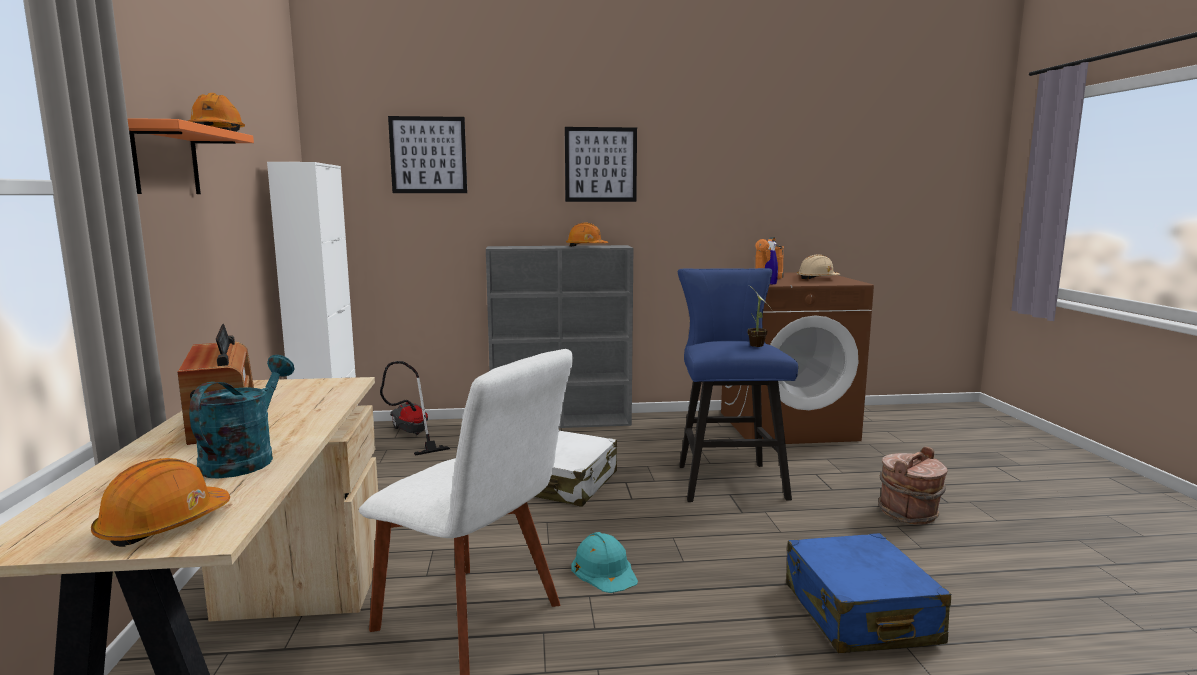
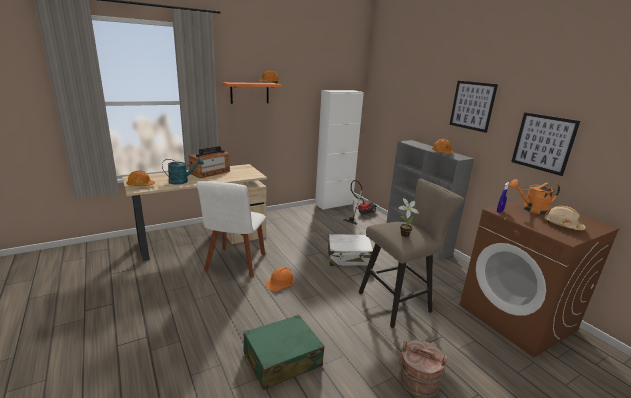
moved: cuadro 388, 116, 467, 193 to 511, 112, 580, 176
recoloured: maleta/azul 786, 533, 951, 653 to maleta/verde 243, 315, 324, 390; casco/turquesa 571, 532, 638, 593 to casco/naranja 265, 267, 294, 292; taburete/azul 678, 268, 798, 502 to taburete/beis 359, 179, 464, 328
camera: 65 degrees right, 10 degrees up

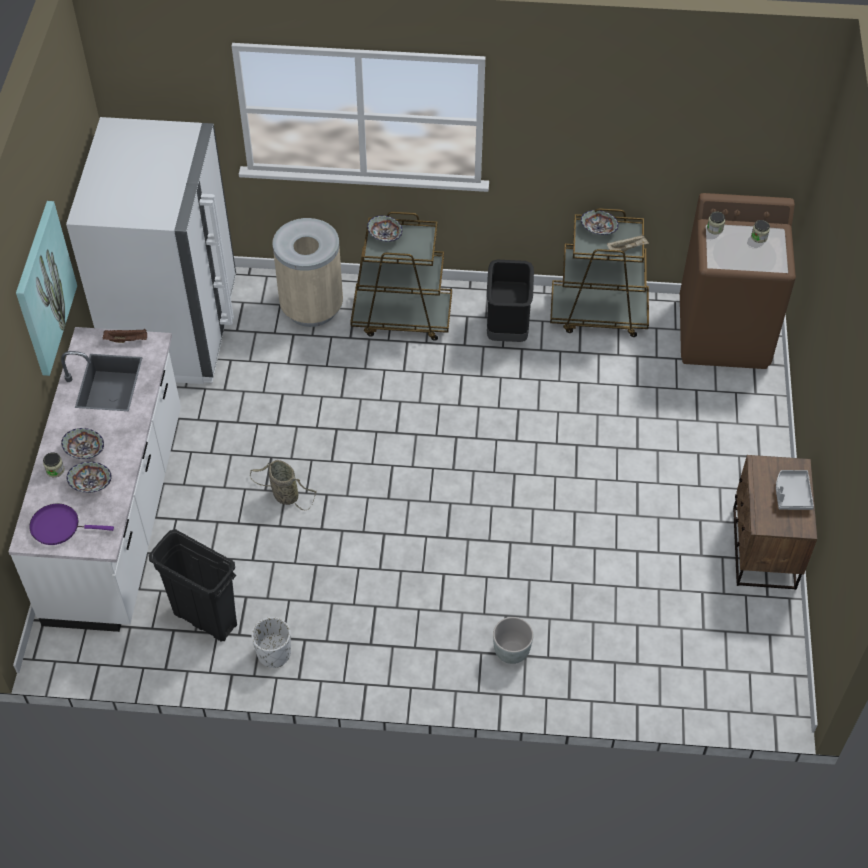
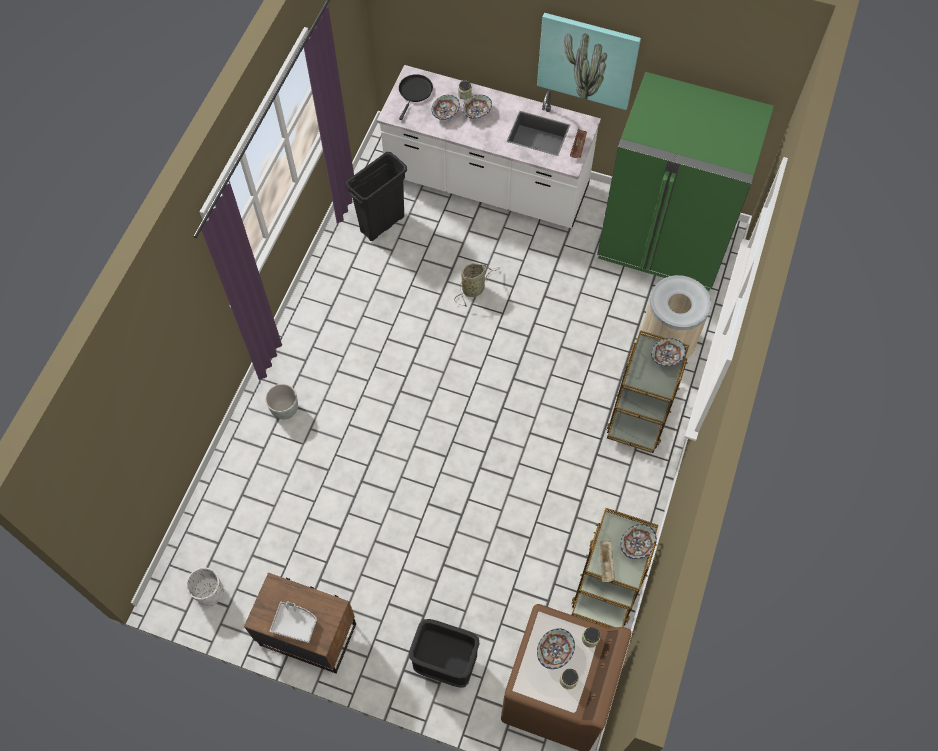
added: cuenco 537, 628, 575, 669
moved: maceta/blanco 251, 617, 291, 668 to 186, 567, 224, 606; papelera/negro 487, 260, 534, 342 to 409, 619, 479, 688
recoloured: sartén/morado 29, 504, 114, 545 to sartén/negro 399, 74, 433, 120; nevera/blanco 66, 117, 236, 384 to nevera/verde 597, 72, 774, 291
camera: 105 degrees right, 10 degrees up

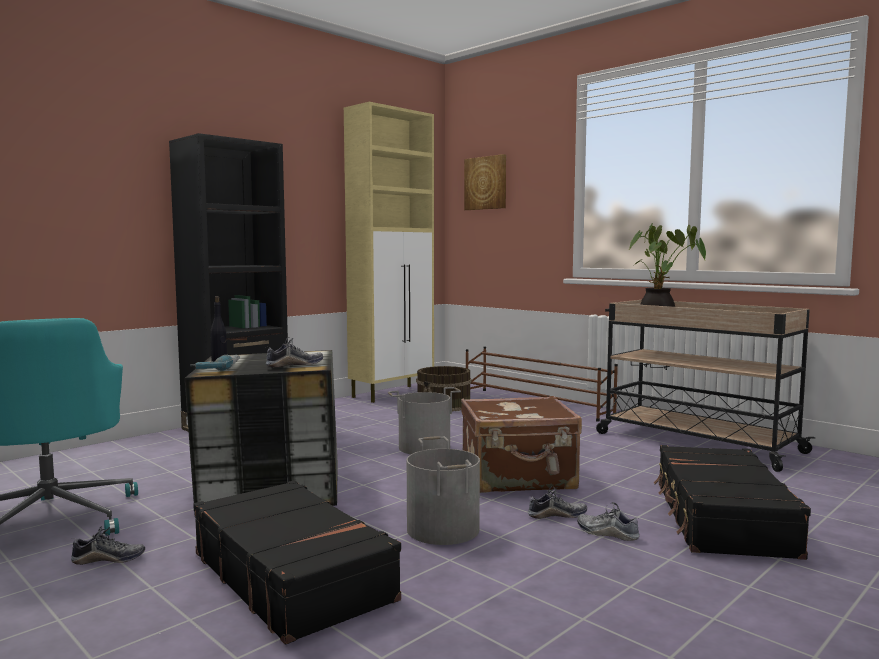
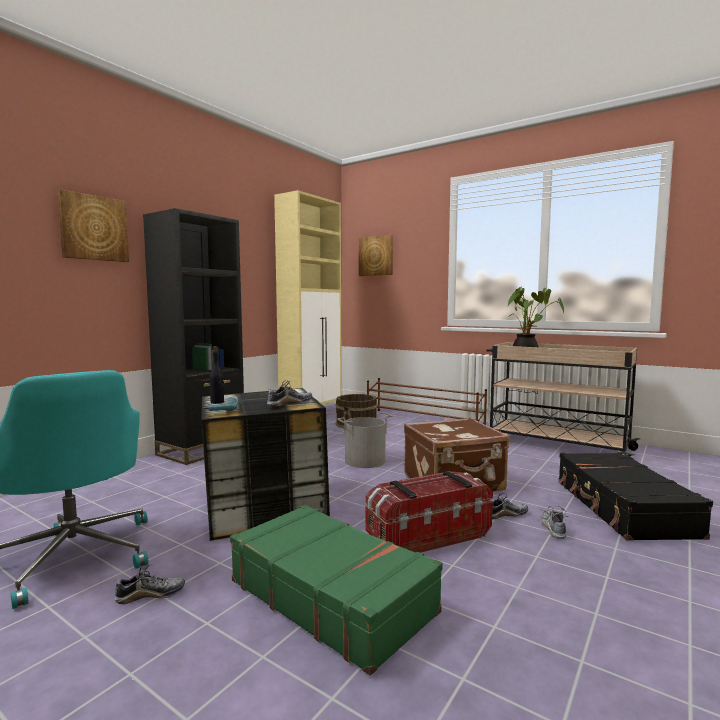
added: cuadro 58, 189, 129, 262
replaced: cubo/gris 407, 436, 480, 545 to caja de almacenaje 366, 471, 493, 553
recoloured: maleta/negro 193, 480, 401, 645 to maleta/verde 230, 505, 443, 676
turned: zapato 577, 502, 640, 541 = 541, 506, 568, 539 75 degrees clockwise
camera: 10 degrees left, 0 degrees up

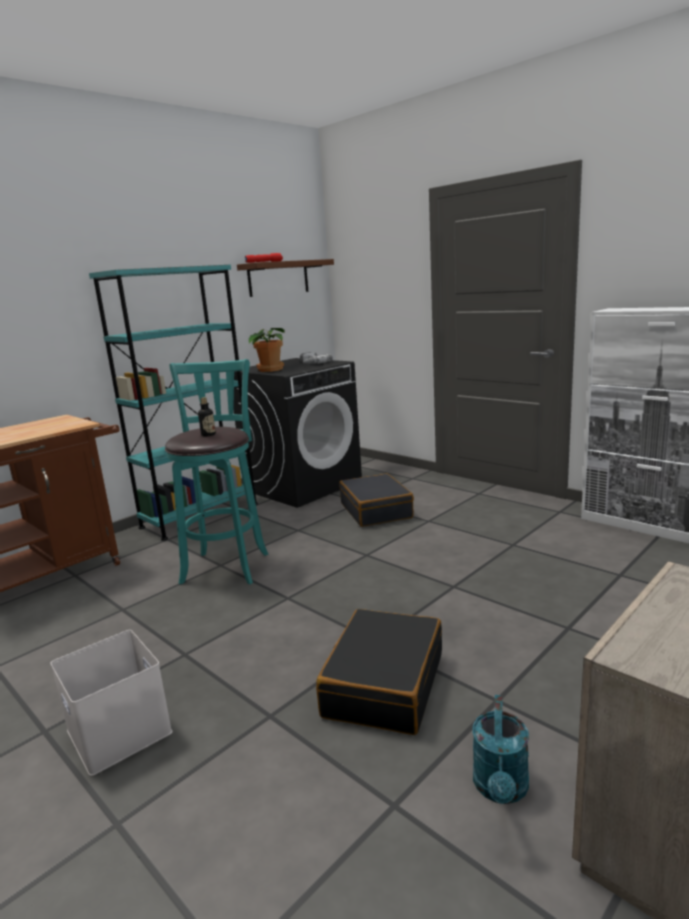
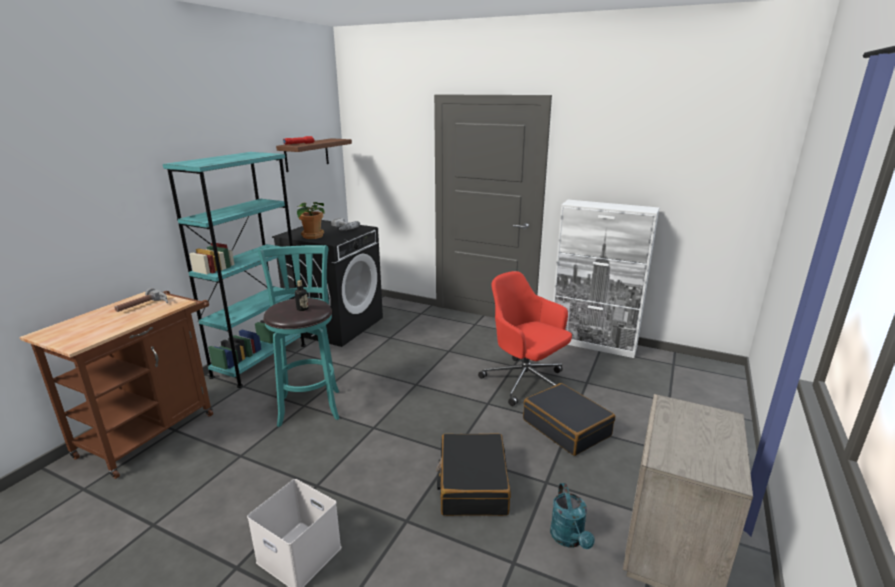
added: martillo 114, 288, 168, 312; silla de oficina/rojo 478, 271, 572, 406
moved: maleta/negro 339, 473, 414, 527 to 523, 383, 615, 456
camera: 20 degrees left, 5 degrees up

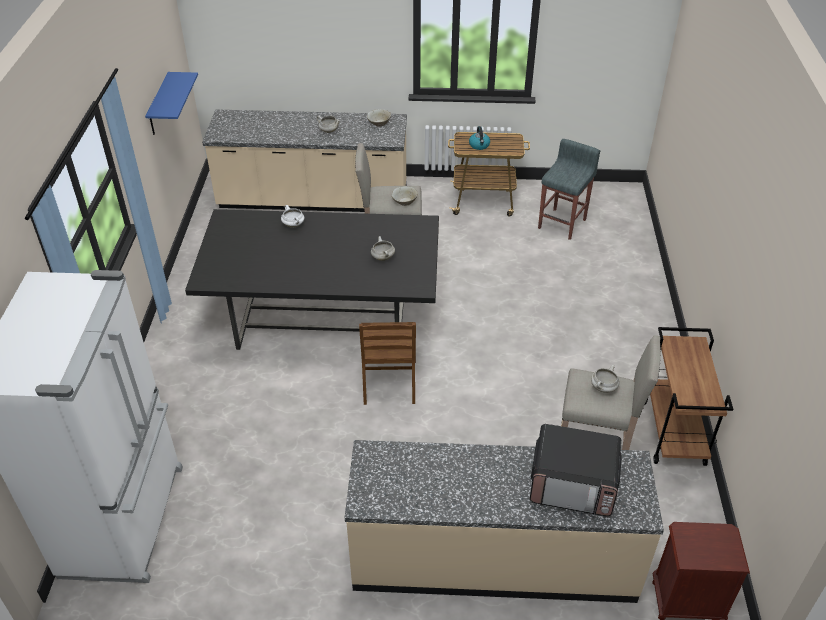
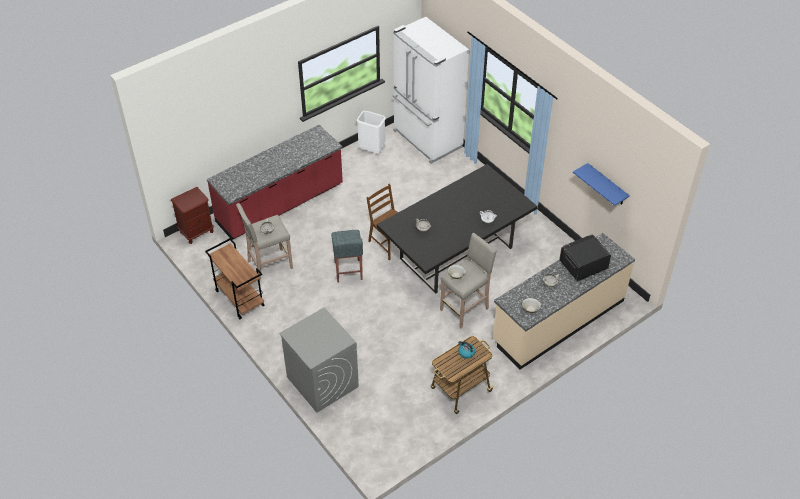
added: lavadora/gris 279, 308, 359, 413; papelera/blanco 357, 111, 386, 153
moved: taburete/gris 538, 139, 600, 240 to 331, 230, 363, 282; microondas 530, 424, 622, 516 to 559, 234, 611, 281
recoloured: mueble bajo de cocina/beis 345, 440, 664, 603 to mueble bajo de cocina/rojo 207, 125, 343, 240
camera: 140 degrees right, 5 degrees up

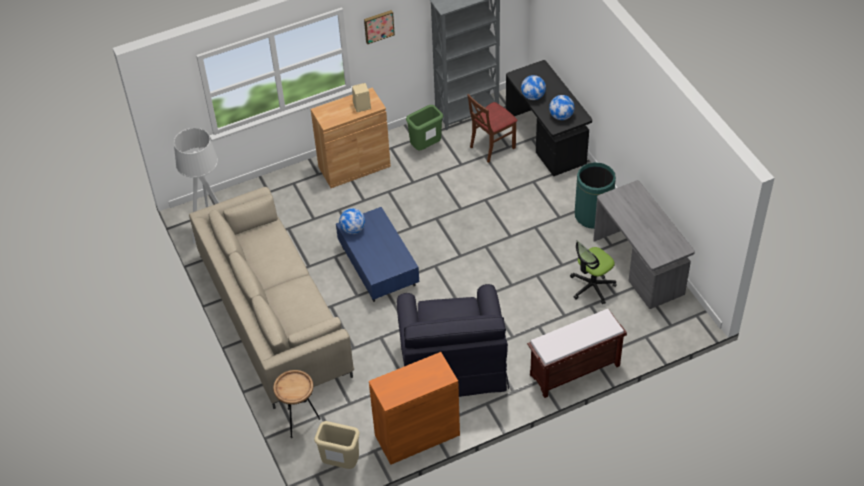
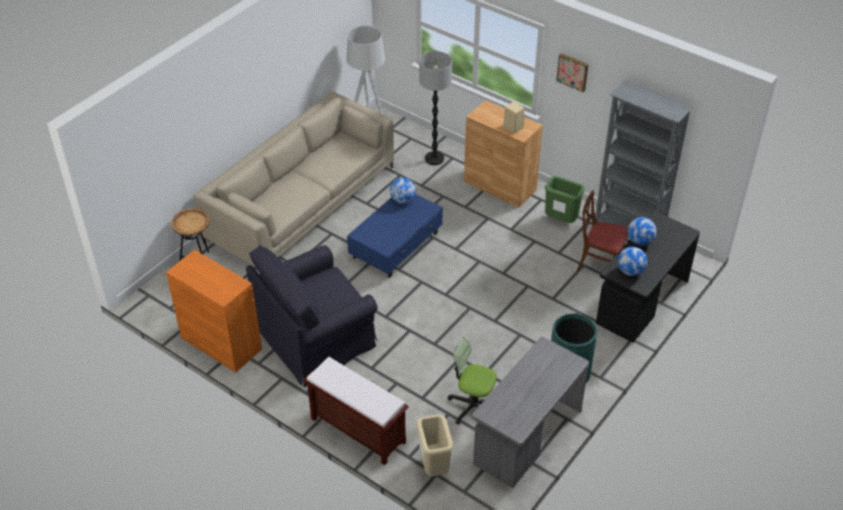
added: lámpara de pie 419, 51, 452, 165
moved: papelera/beis 314, 421, 360, 469 to 416, 415, 454, 476
camera: 60 degrees right, 5 degrees down

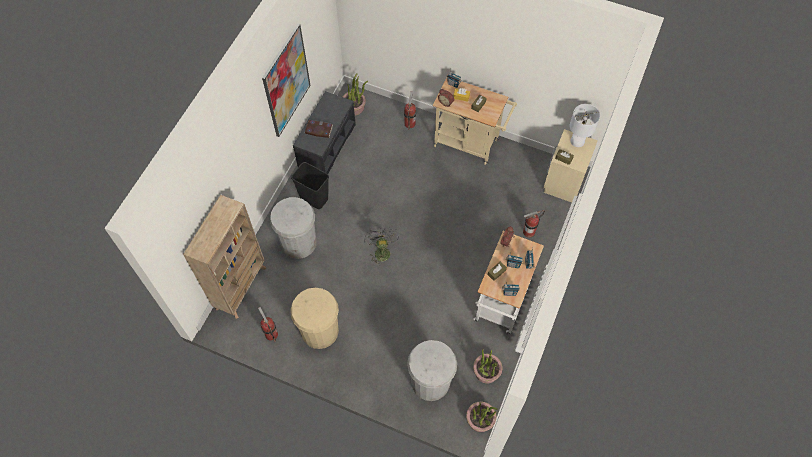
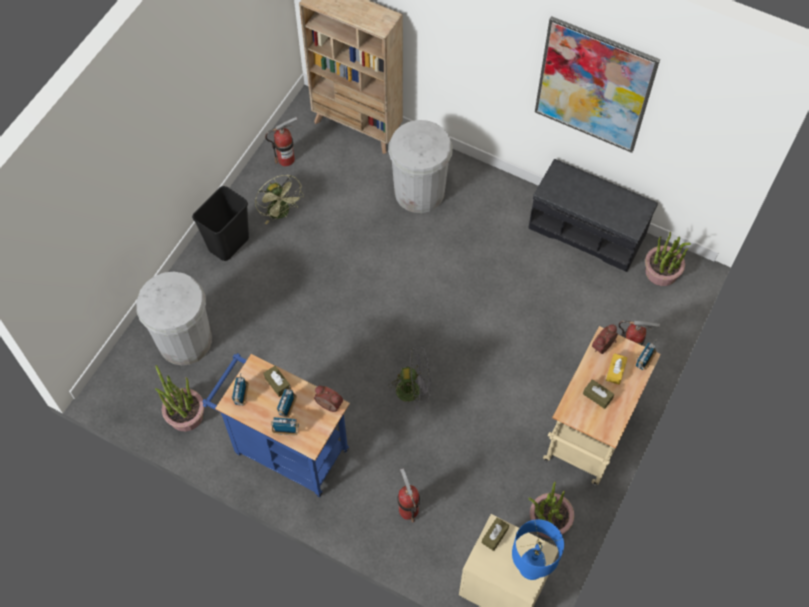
removed: libro 305, 120, 333, 138
moved: papelera/negro 291, 162, 329, 209 to 192, 186, 249, 261; ventilador/gris 364, 228, 399, 266 to 388, 347, 431, 410; planta en maceta 466, 401, 497, 432 to 528, 482, 574, 538
replaced: papelera/beis 290, 288, 339, 349 to ventilador/verde 255, 175, 304, 225
recoloured: carrito/blanco 473, 231, 544, 335 to carrito/azul 202, 353, 350, 497; lámpara de mesa/blanco 570, 104, 600, 147 to lámpara de mesa/azul 512, 519, 564, 580
camera: 95 degrees right, 0 degrees up

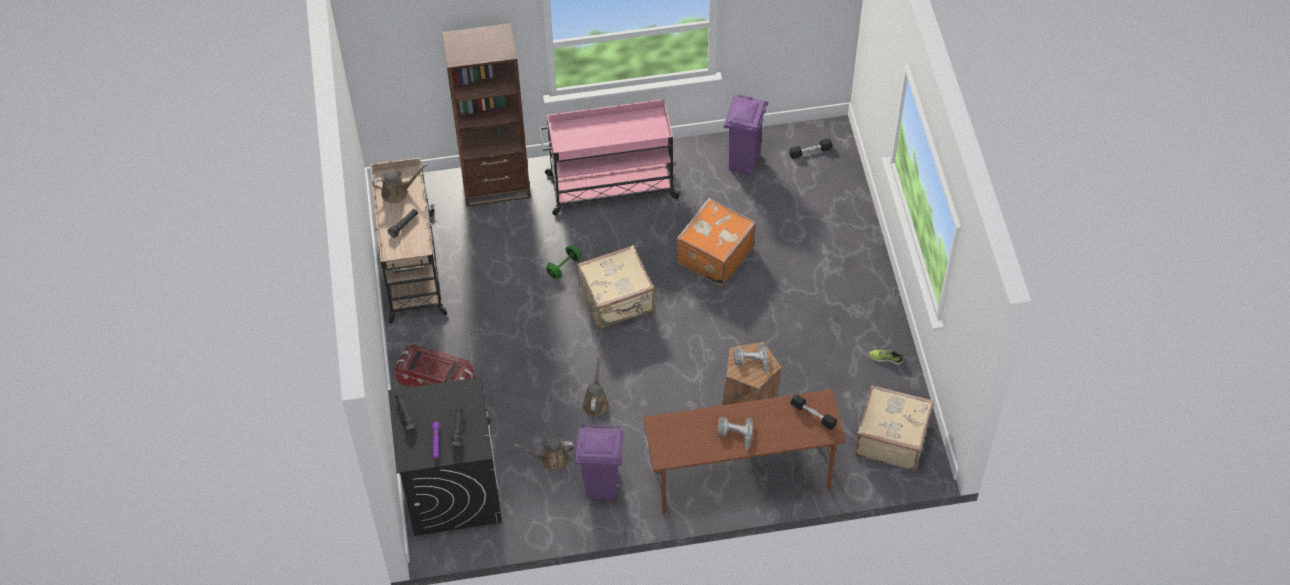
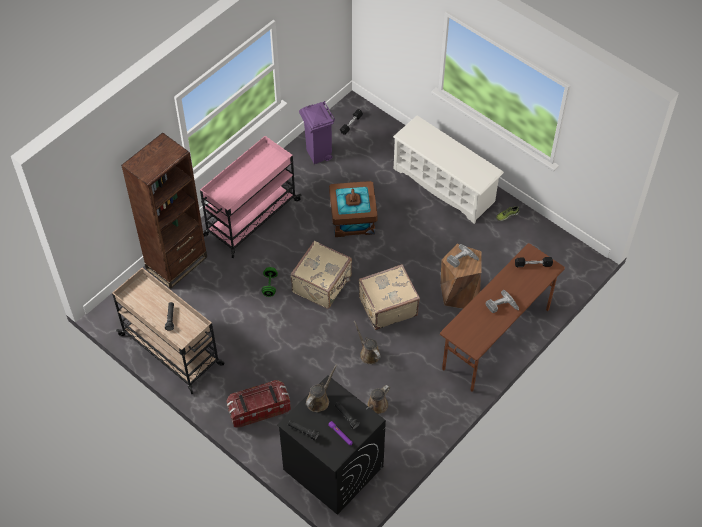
removed: papelera/morado 576, 424, 623, 500
added: zapatero/blanco 393, 116, 504, 224
moved: regadera/marrón 372, 164, 428, 203 to 306, 364, 337, 412; maleta/beis 855, 385, 934, 471 to 359, 264, 420, 330
replaced: maleta/naranja 676, 198, 756, 286 to caja de almacenaje/marrón 329, 181, 378, 237
camera: 40 degrees left, 0 degrees up

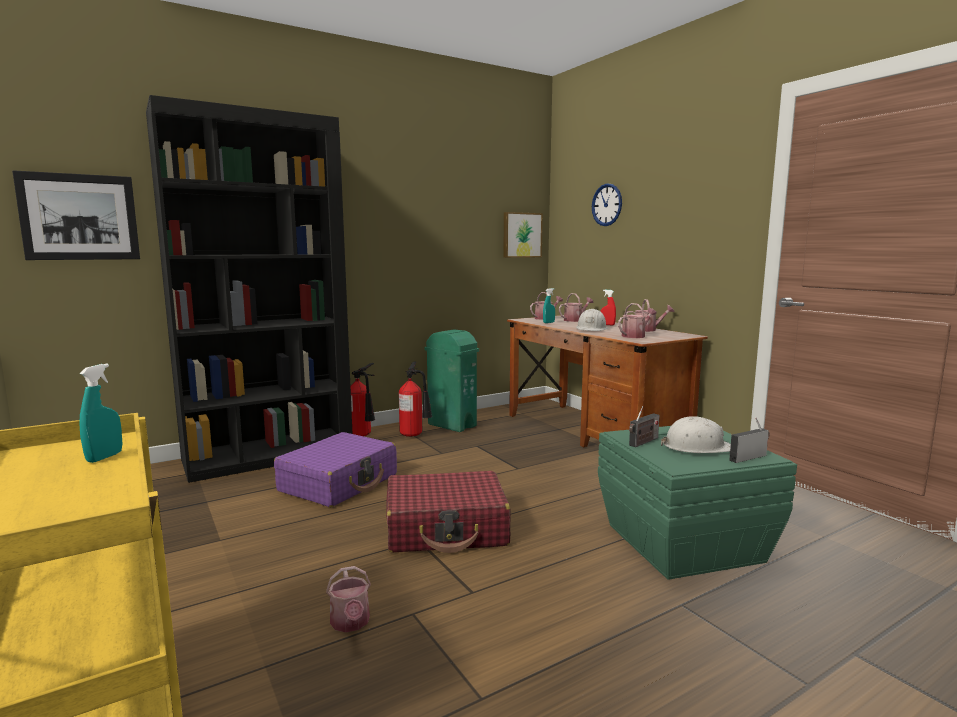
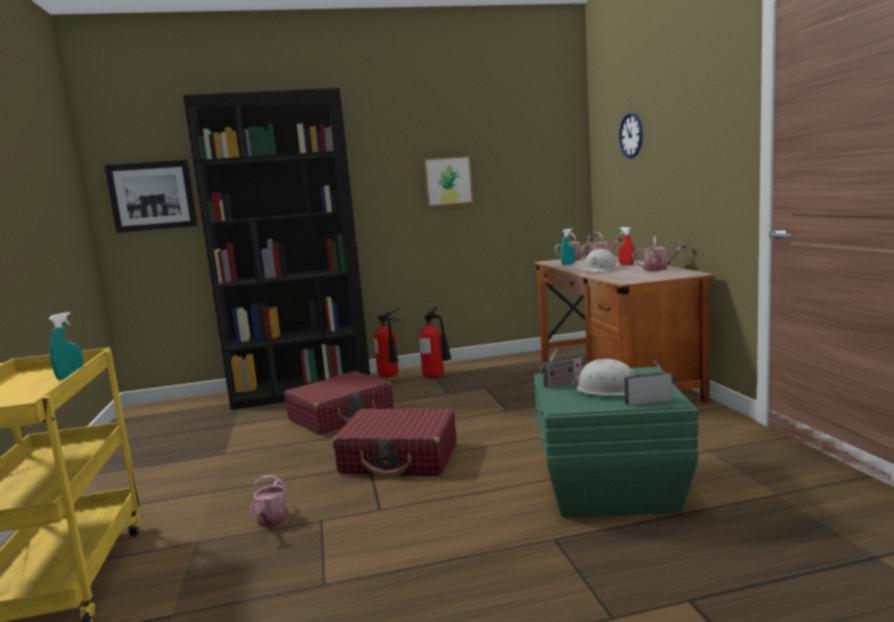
removed: papelera/verde 424, 330, 479, 432; regadera 618, 303, 657, 338
moved: cuadro 503, 212, 543, 258 to 423, 155, 474, 207
recoloured: maleta/morado 274, 432, 397, 507 to maleta/rojo 284, 371, 394, 435
camera: 20 degrees right, 0 degrees up

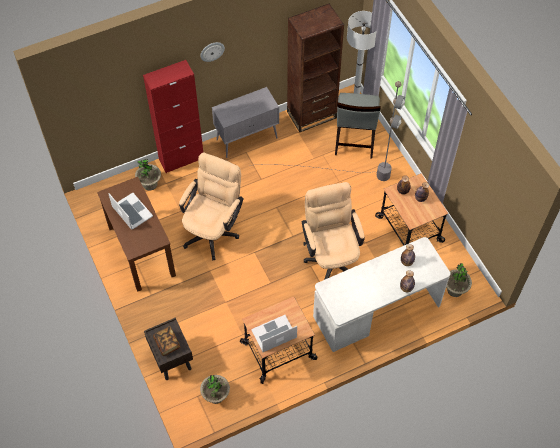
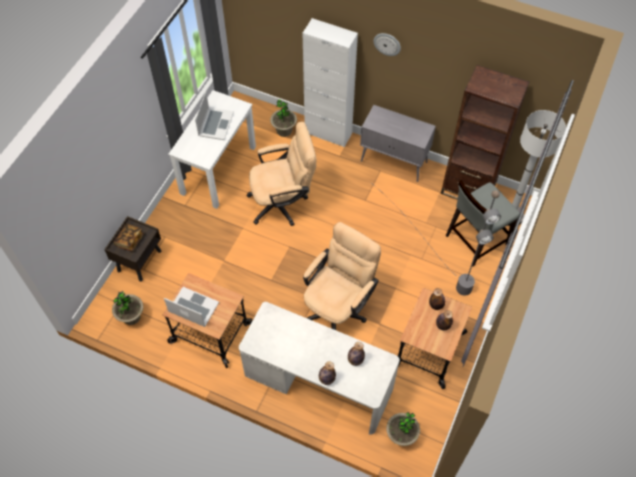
recoloured: escritorio/marrón 97, 177, 176, 292 to escritorio/blanco 168, 90, 256, 209; armario/rojo 143, 60, 203, 173 to armario/blanco 303, 18, 358, 147
camera: 50 degrees right, 0 degrees up

